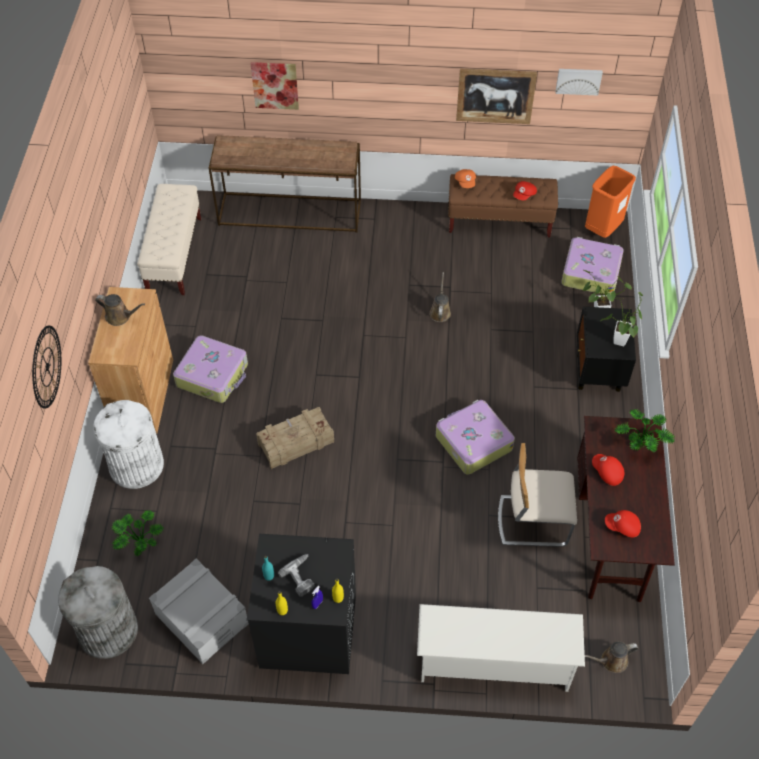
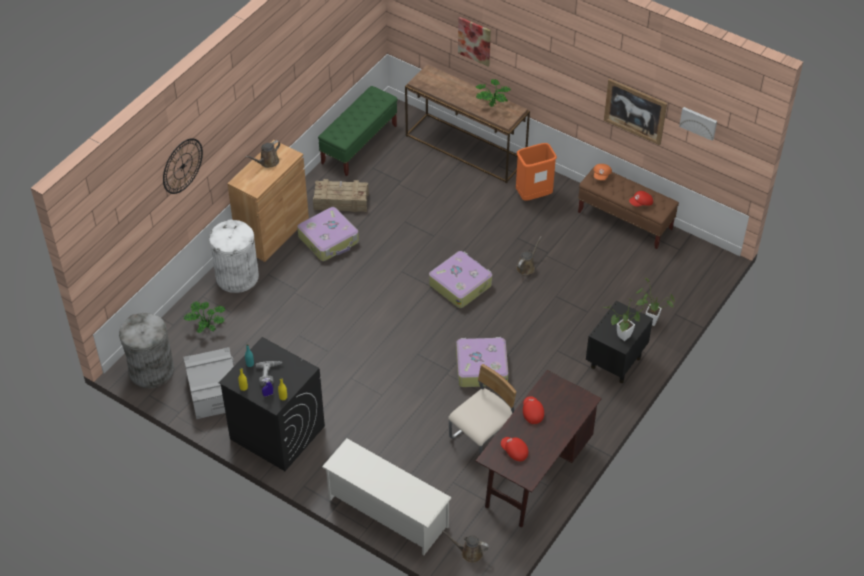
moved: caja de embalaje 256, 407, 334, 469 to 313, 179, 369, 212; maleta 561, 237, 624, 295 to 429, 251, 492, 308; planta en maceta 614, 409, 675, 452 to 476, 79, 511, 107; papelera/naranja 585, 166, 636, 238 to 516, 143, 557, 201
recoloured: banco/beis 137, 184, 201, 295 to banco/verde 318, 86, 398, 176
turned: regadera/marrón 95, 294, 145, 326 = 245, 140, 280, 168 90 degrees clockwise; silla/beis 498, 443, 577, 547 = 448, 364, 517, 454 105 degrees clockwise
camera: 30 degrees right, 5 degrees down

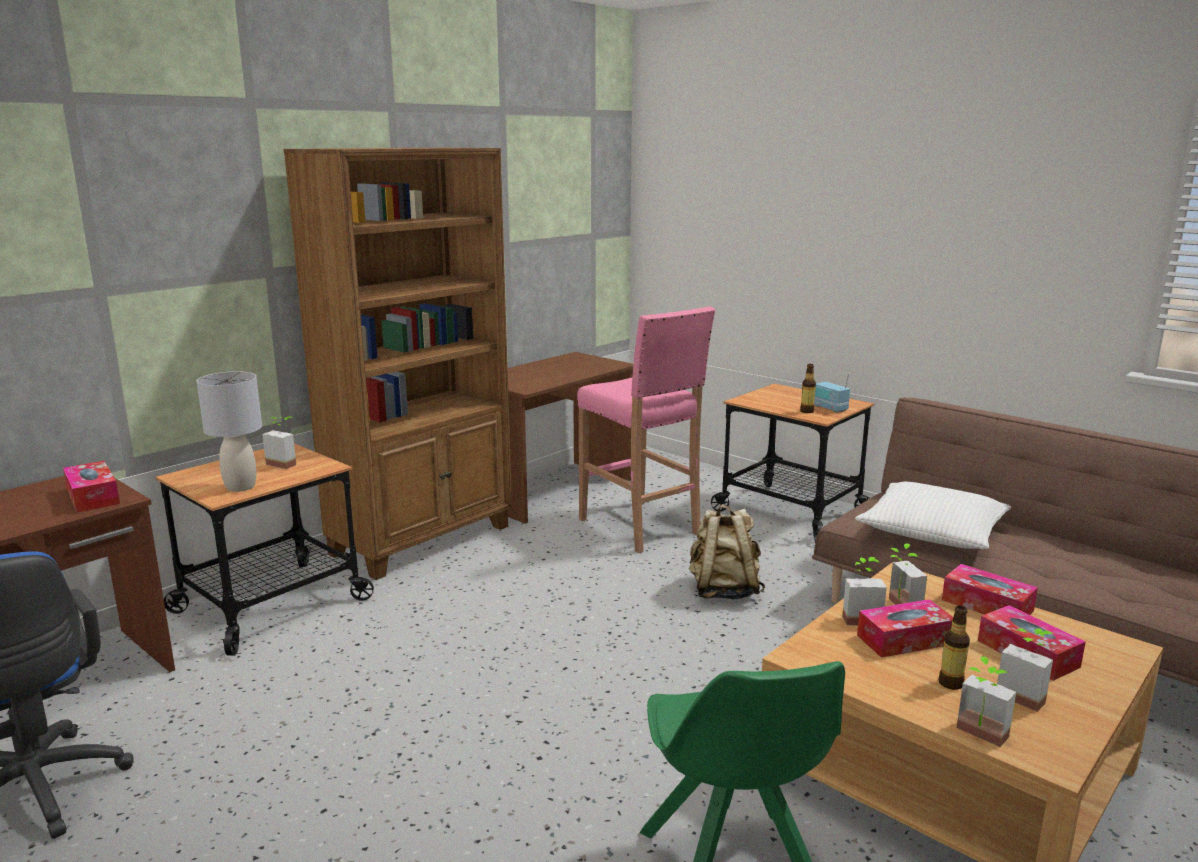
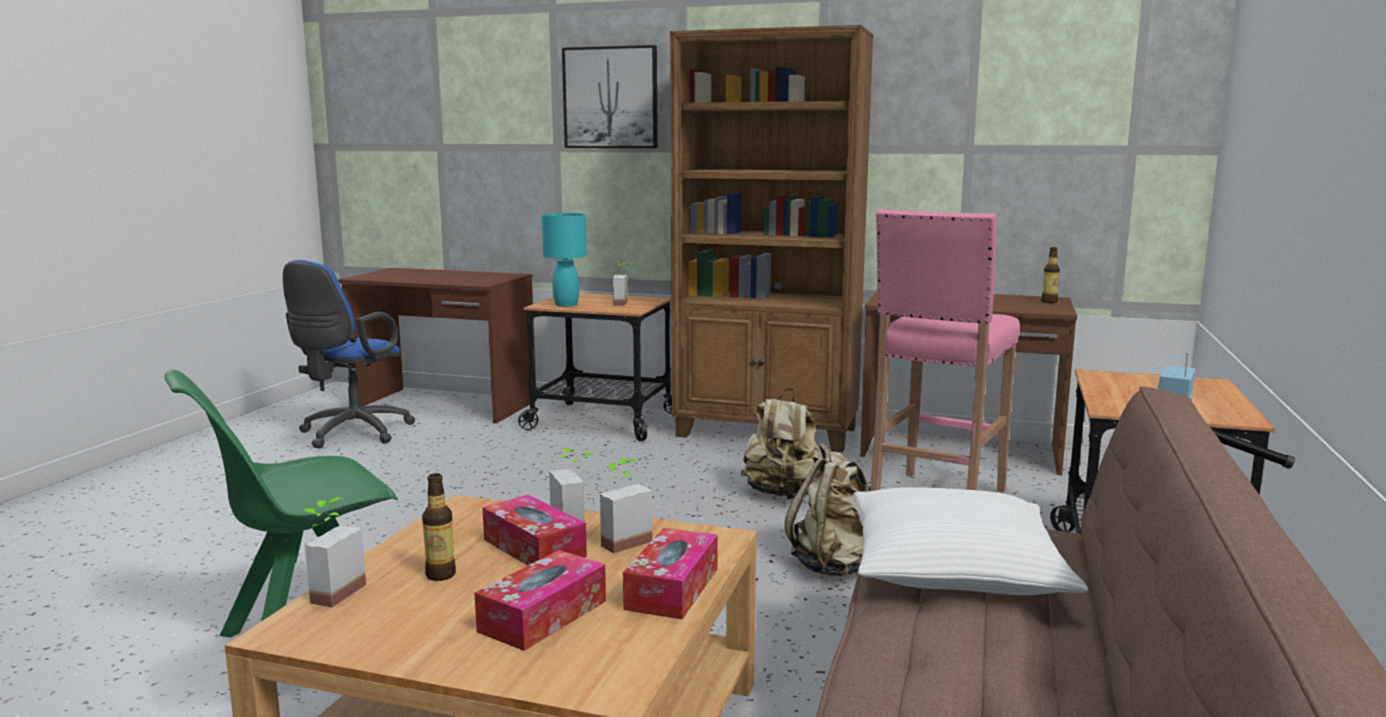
removed: caja de pañuelos 63, 461, 120, 513; planta en maceta 997, 628, 1054, 712
added: cuadro 562, 45, 658, 148; mochila/beis 741, 388, 821, 499
moved: botella 800, 364, 816, 413 to 1041, 247, 1060, 303
recoloured: lámpara de mesa/gris 197, 371, 262, 492 to lámpara de mesa/turquesa 542, 213, 587, 307
camera: 65 degrees right, 5 degrees down

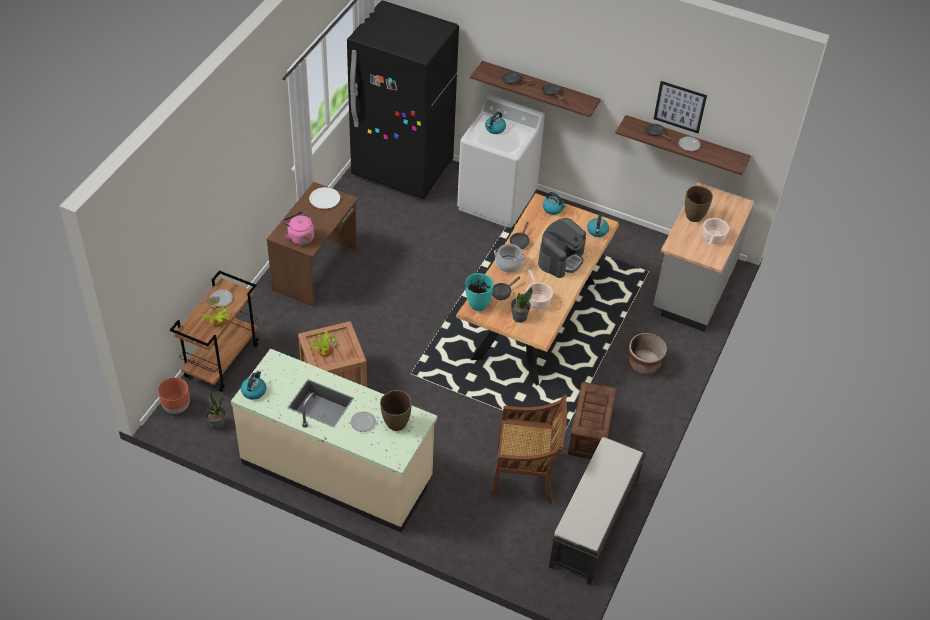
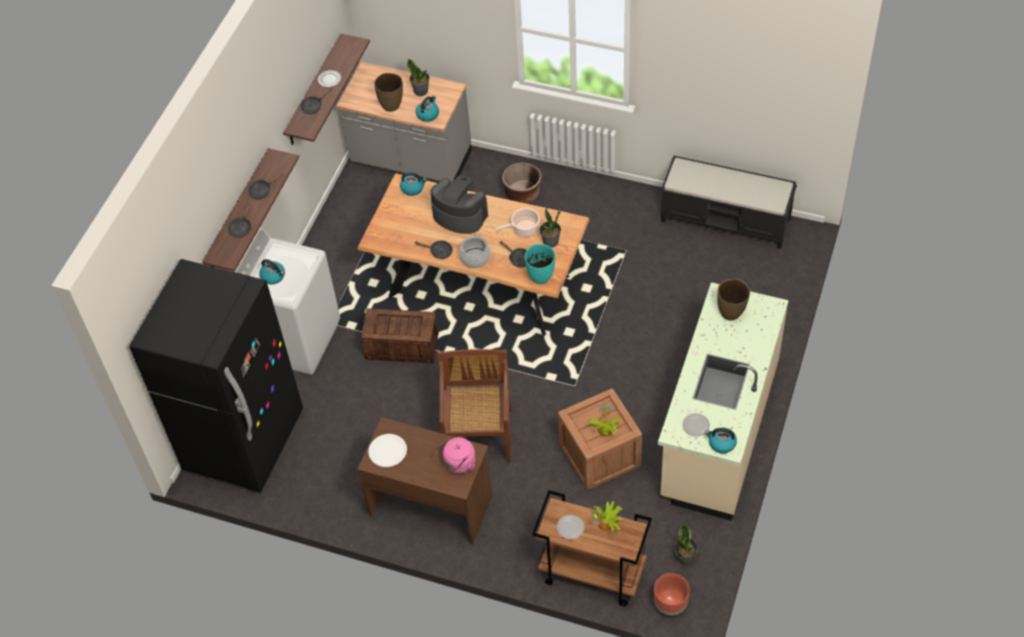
removed: cuadro 654, 81, 707, 133
moved: caja de embalaje 568, 382, 616, 459 to 361, 308, 439, 363; hervidor 543, 192, 566, 215 to 416, 96, 439, 122; silla/marrón 491, 394, 567, 504 to 438, 349, 512, 463; plato 351, 412, 376, 432 to 682, 413, 710, 437
replaced: olla 702, 218, 729, 246 to planta en maceta 407, 59, 429, 96
camera: 90 degrees left, 5 degrees up

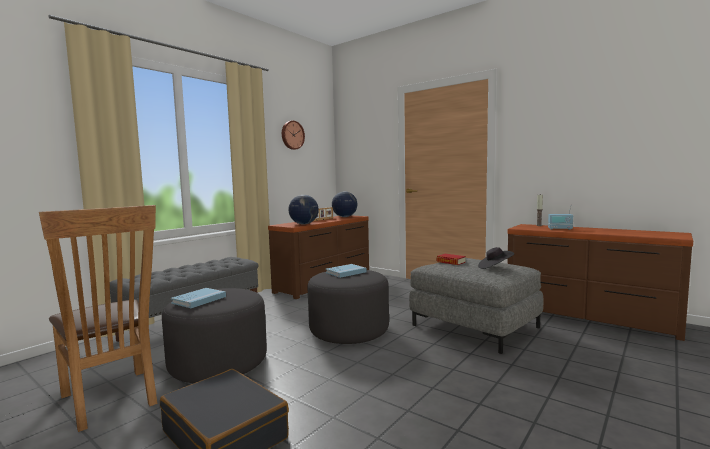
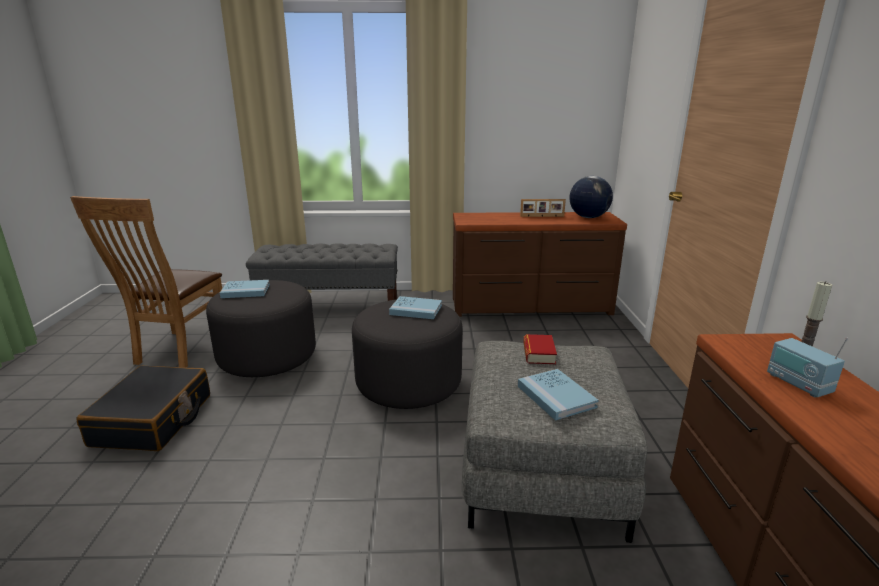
removed: reloj de pared 282, 121, 305, 150; globo terráqueo 289, 195, 319, 225
replaced: sombrero/negro 478, 247, 514, 269 to libro/azul 518, 369, 599, 421
camera: 50 degrees right, 15 degrees up

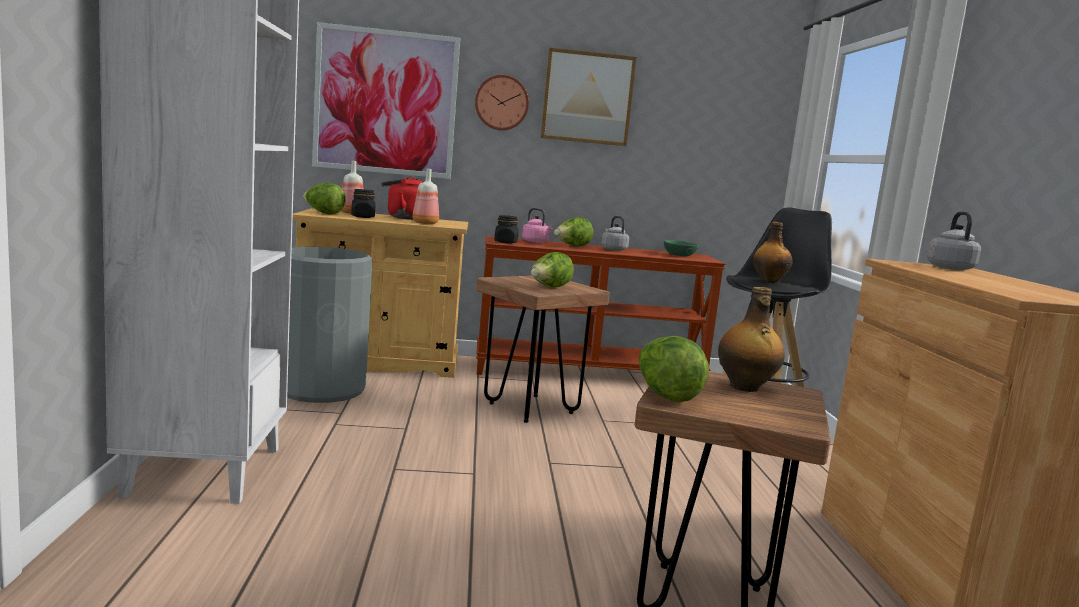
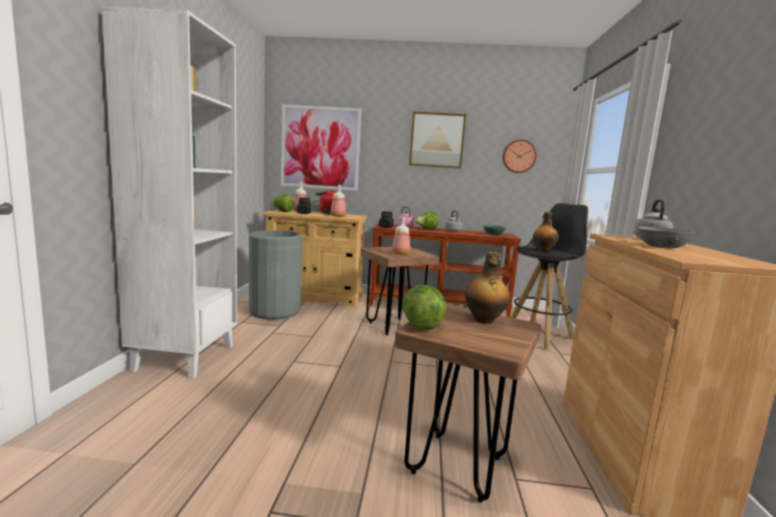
added: cuenco/gris 637, 227, 695, 248
moved: reloj de pared 475, 75, 529, 131 to 503, 139, 537, 173
replaced: lechuga 531, 252, 574, 288 to botella 392, 216, 410, 255
camera: 10 degrees right, 0 degrees up

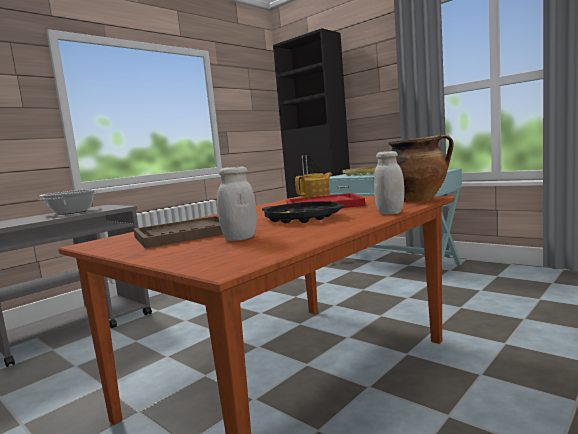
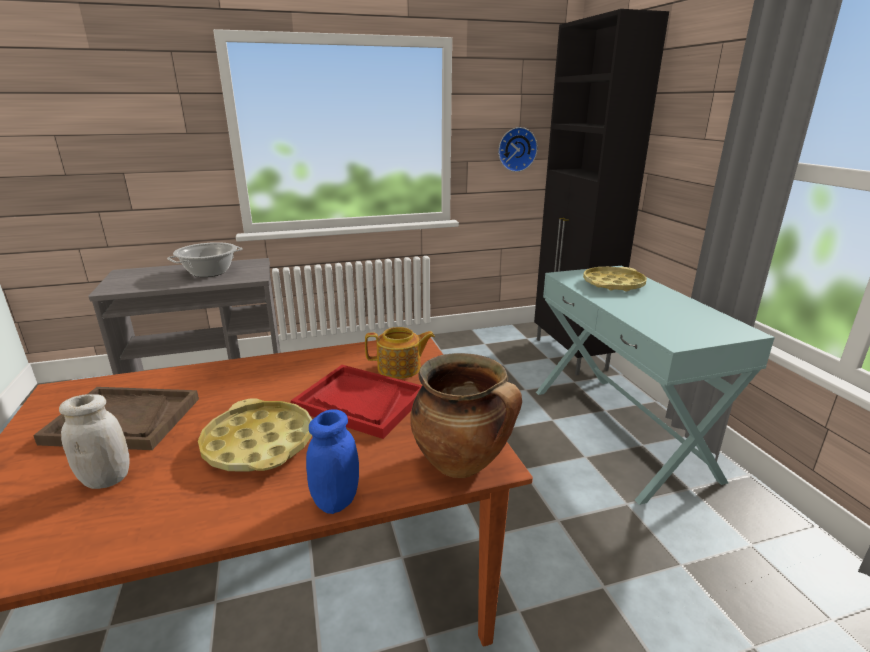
added: reloj de pared 498, 127, 538, 172
recoloured: bandeja/negro 262, 201, 345, 223 to bandeja/amarillo 198, 398, 312, 472; tarro/blanco 374, 151, 404, 214 to tarro/azul 306, 409, 359, 514
camera: 30 degrees right, 15 degrees up

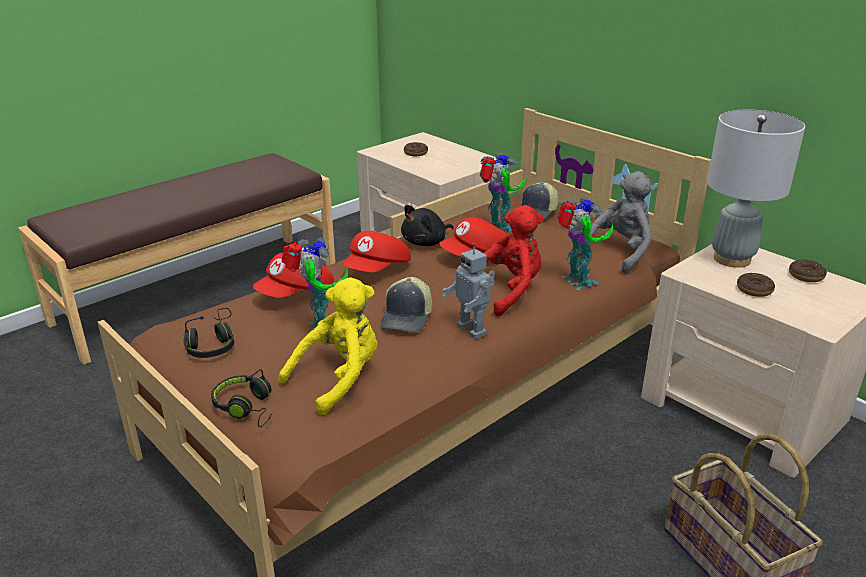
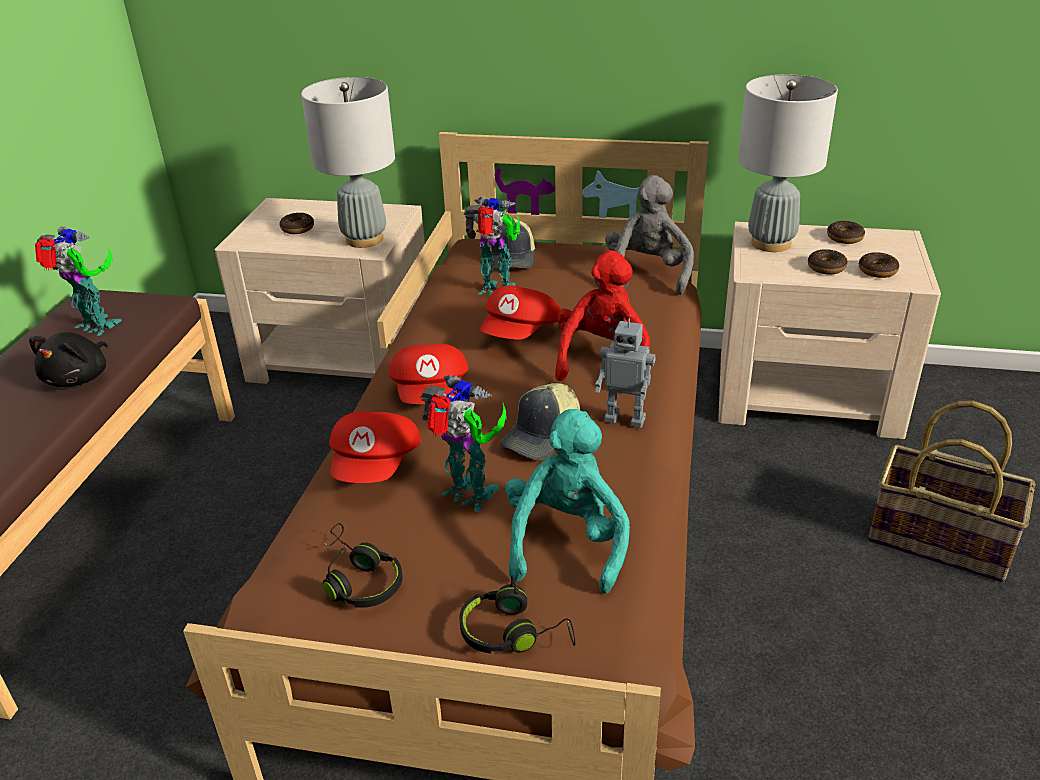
added: lámpara de mesa/gris 301, 77, 395, 248; rosquilla 859, 252, 899, 278
moved: peluche/negro 401, 205, 454, 246 to 29, 332, 108, 387; robot de juguete 557, 197, 613, 290 to 35, 226, 122, 336
recoloured: peluche/amarillo 278, 277, 377, 415 to peluche/turquesa 505, 409, 630, 594
turned: gorra 380, 277, 432, 333 = 500, 383, 580, 460 60 degrees clockwise
camera: 35 degrees left, 5 degrees up

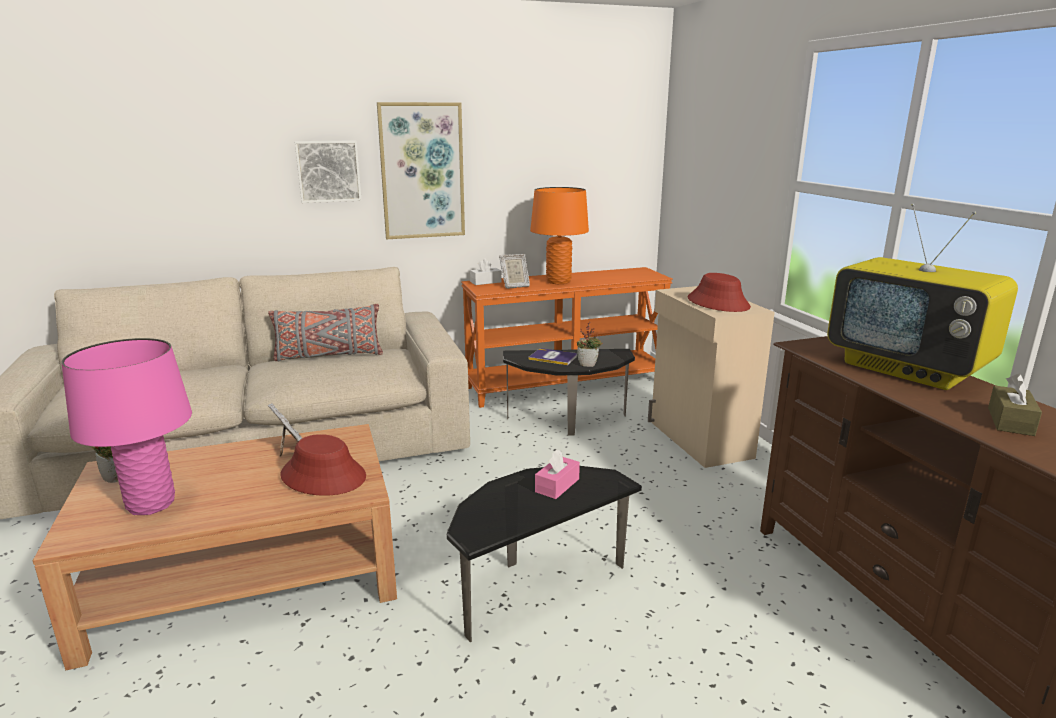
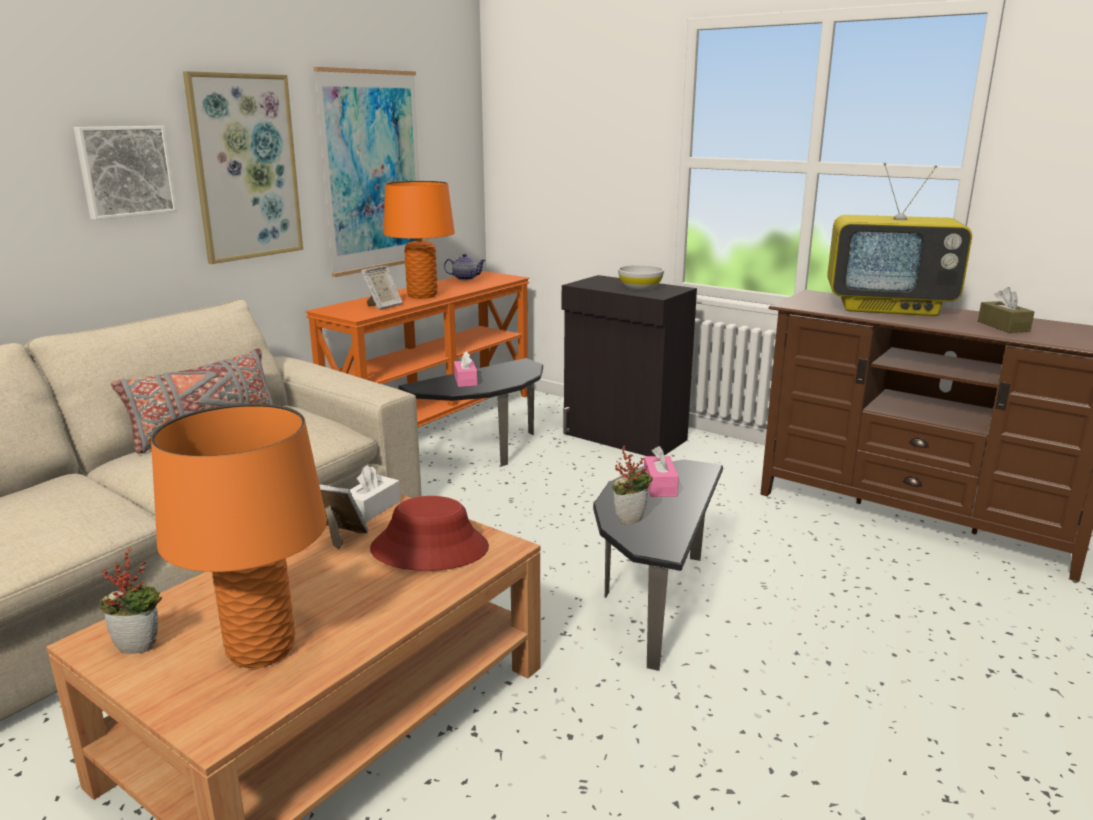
added: cuadro 313, 67, 423, 277; tetera 444, 254, 486, 280
moved: caja de pañuelos/blanco 470, 258, 501, 285 to 350, 465, 400, 522; planta en maceta 577, 322, 602, 367 to 612, 445, 653, 524
replaced: libro 528, 348, 577, 365 to caja de pañuelos/rosa 454, 351, 478, 387; sombrero/rojo 687, 273, 751, 312 to cuenco/blanco 618, 265, 664, 291
recoloured: lámpara de mesa/rosa 62, 338, 192, 515 to lámpara de mesa/naranja 151, 404, 327, 668; armario/beis 648, 286, 775, 468 to armario/negro 562, 275, 697, 456
camera: 35 degrees left, 0 degrees up

